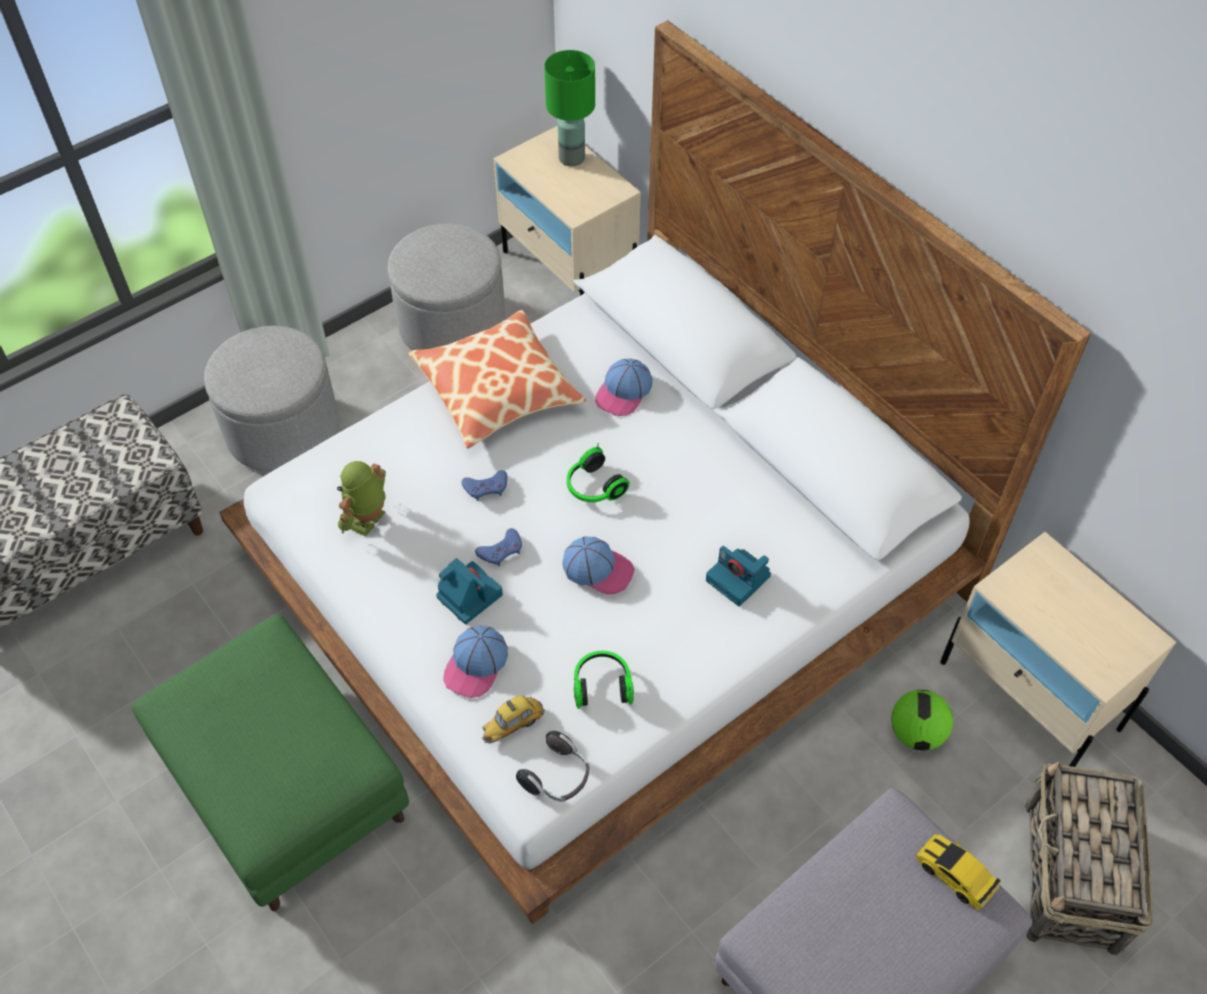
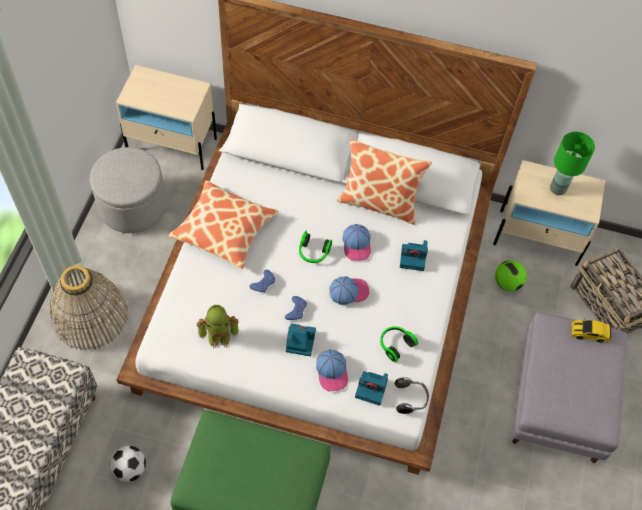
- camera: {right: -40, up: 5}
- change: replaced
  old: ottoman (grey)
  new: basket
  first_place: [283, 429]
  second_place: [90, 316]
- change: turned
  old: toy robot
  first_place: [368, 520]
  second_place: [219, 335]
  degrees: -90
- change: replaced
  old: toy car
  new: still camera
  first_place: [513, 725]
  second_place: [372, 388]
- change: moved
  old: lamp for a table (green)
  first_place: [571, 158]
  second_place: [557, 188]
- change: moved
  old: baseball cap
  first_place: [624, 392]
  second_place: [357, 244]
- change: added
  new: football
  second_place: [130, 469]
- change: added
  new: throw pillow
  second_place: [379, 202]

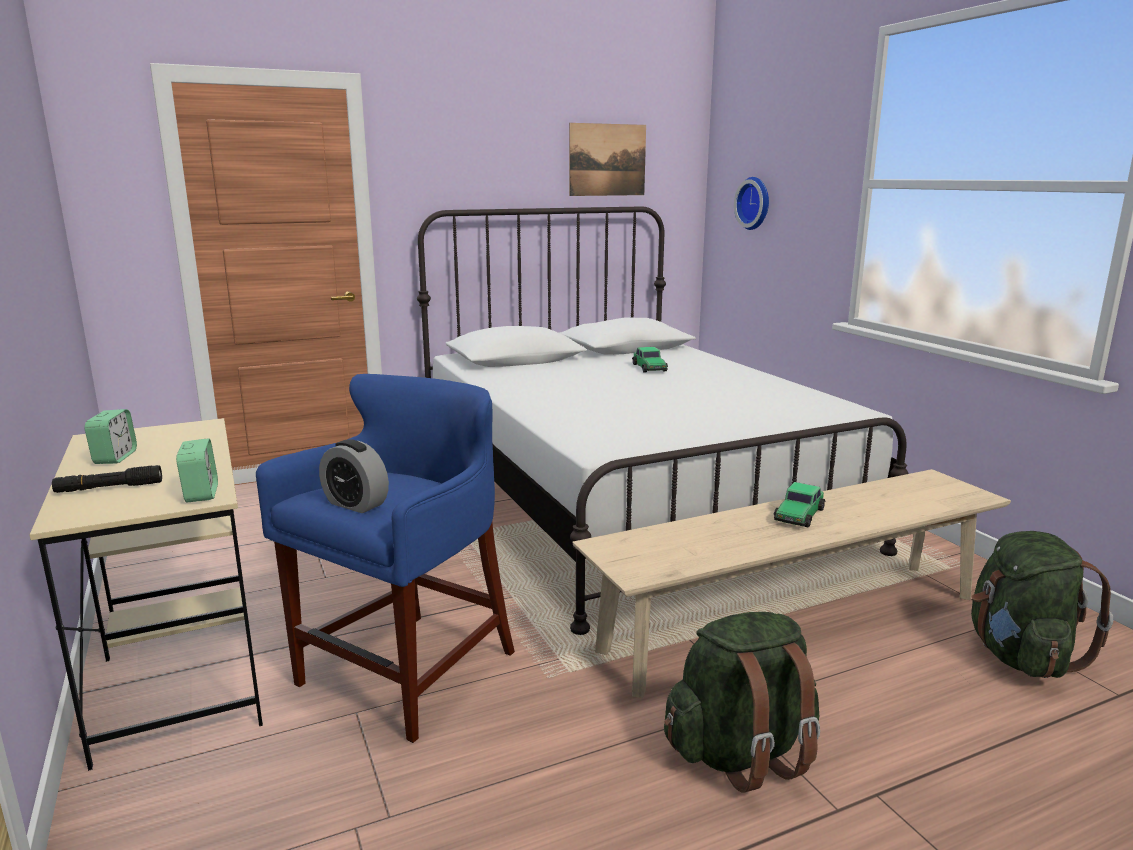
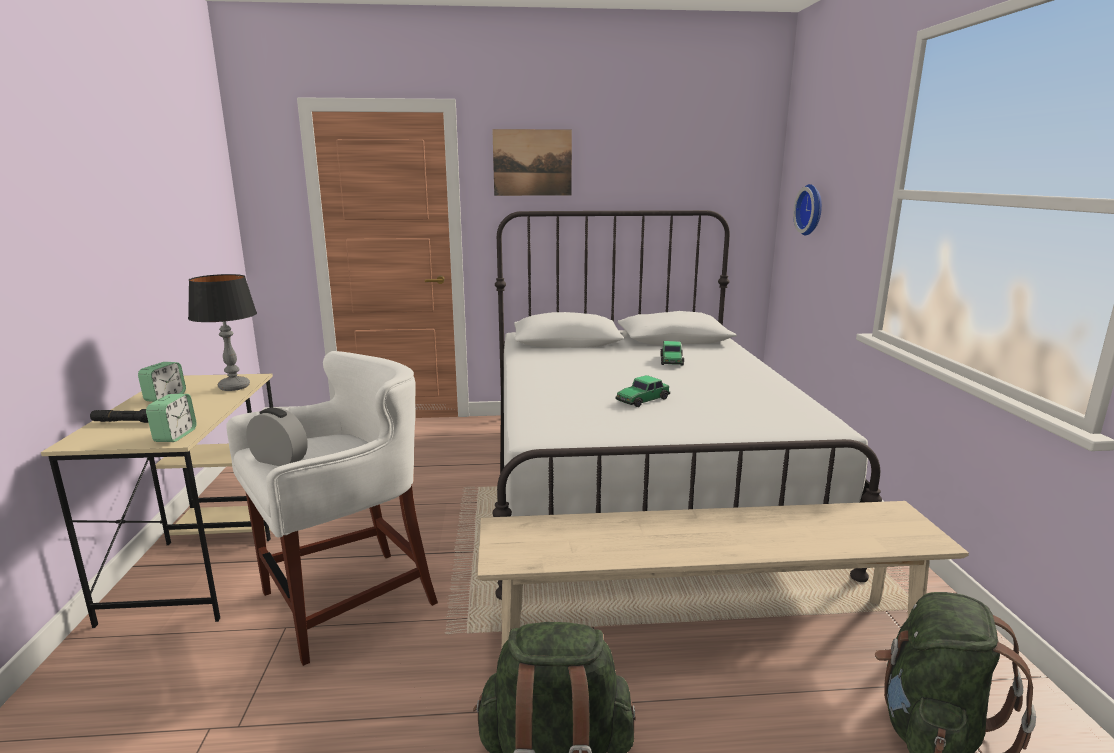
- camera: {right: 20, up: 0}
- change: recoloured
  old: stool (blue-coloured)
  new: stool (white-coloured)
  first_place: [408, 672]
  second_place: [346, 602]
- change: turned
  old: bedside clock
  first_place: [355, 504]
  second_place: [279, 460]
  degrees: 150
- change: moved
  old: picture
  first_place: [607, 160]
  second_place: [532, 162]
- change: moved
  old: toy car
  first_place: [799, 515]
  second_place: [642, 400]
- change: added
  new: lamp for a table
  second_place: [234, 387]

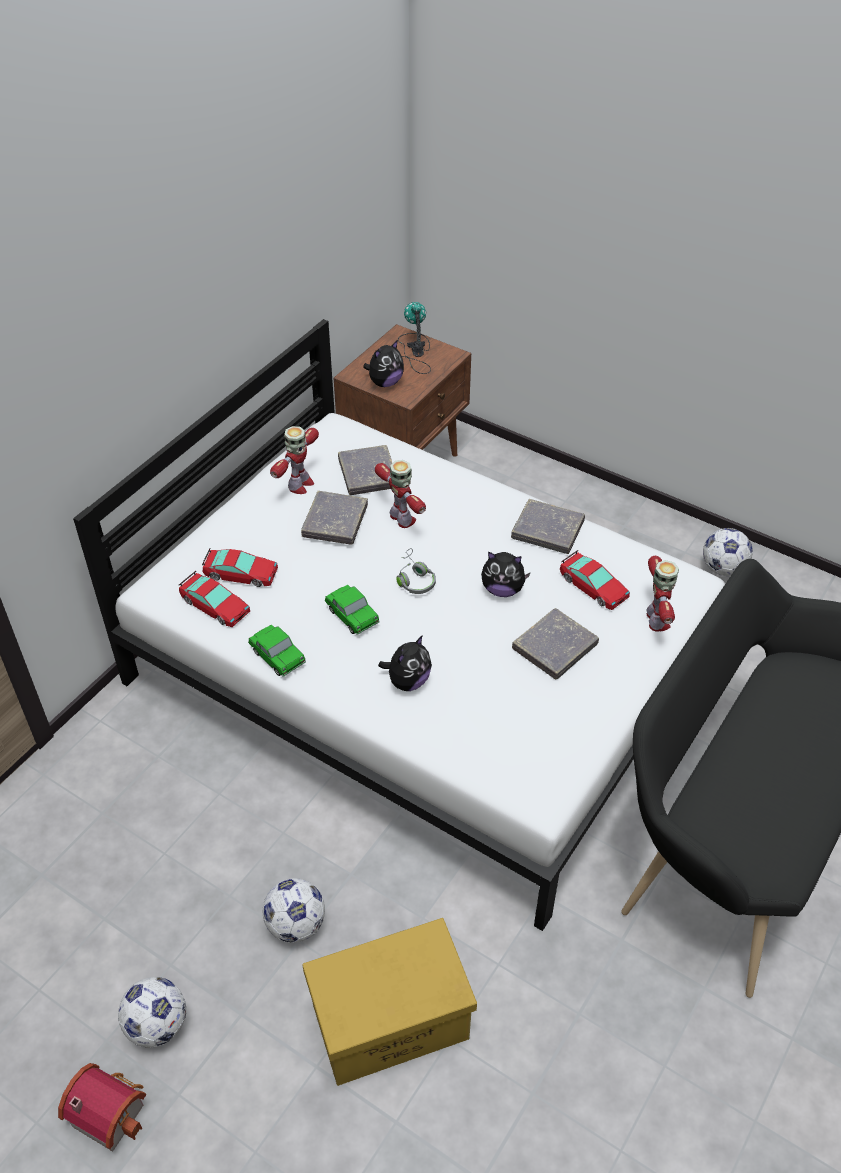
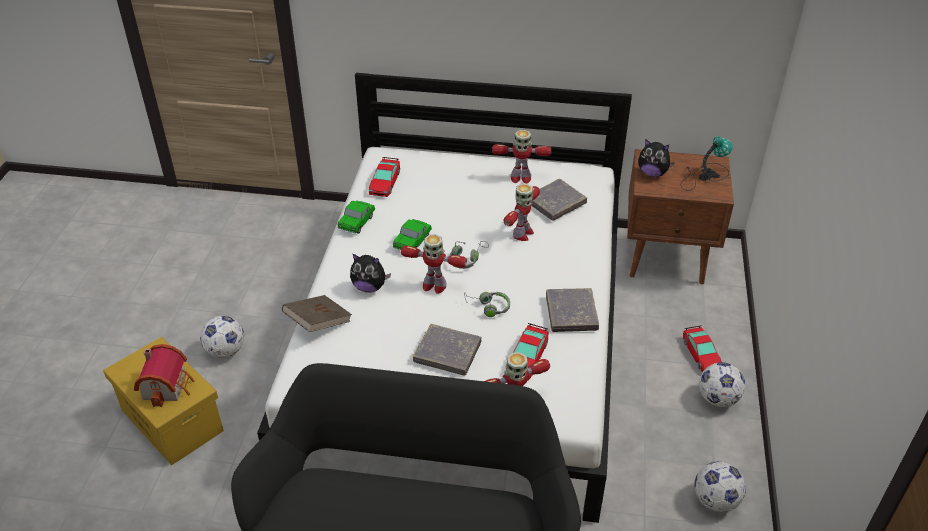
- camera: {right: 65, up: -5}
- change: moved
  old: toy house
  first_place: [109, 1110]
  second_place: [168, 386]
- change: moved
  old: football
  first_place: [157, 1026]
  second_place: [717, 399]
- change: moved
  old: toy car
  first_place: [240, 574]
  second_place: [701, 354]
- change: removed
  old: volume (grey)
  first_place: [335, 521]
- change: replaced
  old: plush toy
  new: headset (grey)
  first_place: [502, 589]
  second_place: [488, 307]
- change: added
  new: volume (brown-coloured)
  second_place: [318, 323]
- change: added
  new: toy robot
  second_place: [433, 285]

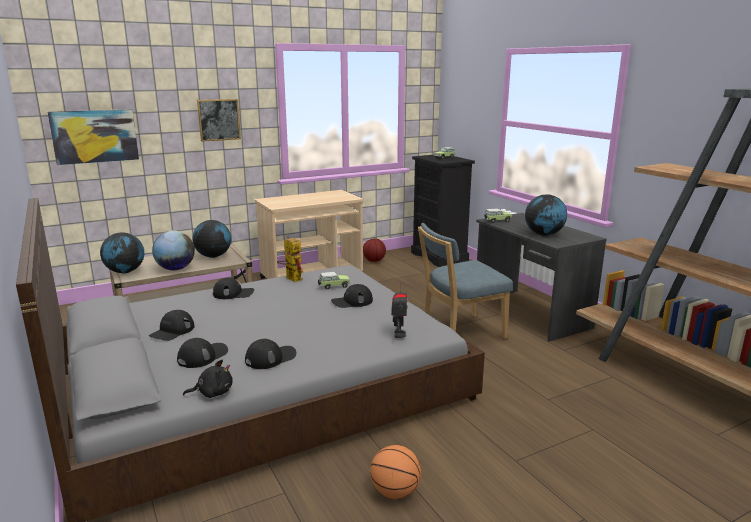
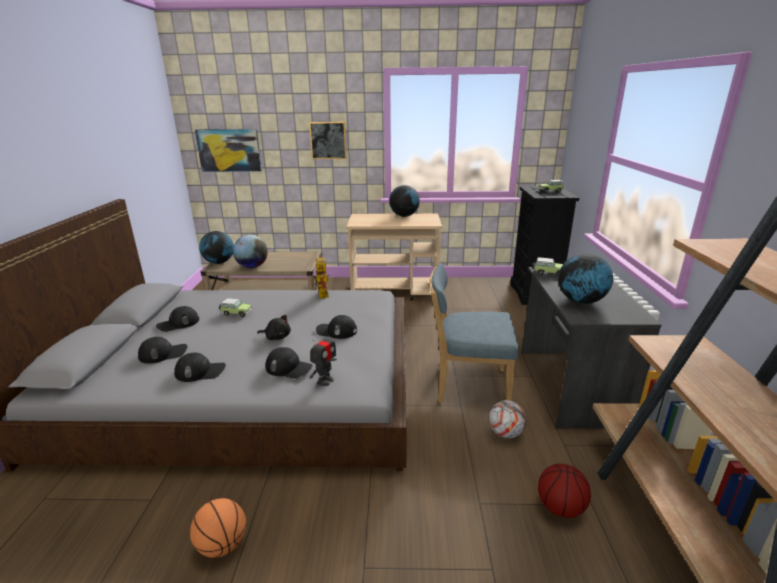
- camera: {right: 30, up: 5}
- change: moved
  old: plush toy (black)
  first_place: [213, 393]
  second_place: [277, 337]
- change: moved
  old: desk globe
  first_place: [213, 256]
  second_place: [404, 216]
- change: moved
  old: baseball cap (black)
  first_place: [233, 293]
  second_place: [289, 368]
- change: moved
  old: toy car
  first_place: [333, 286]
  second_place: [236, 313]
- change: moved
  old: ball for basketball
  first_place: [374, 261]
  second_place: [560, 508]
- change: added
  new: football
  second_place: [505, 433]

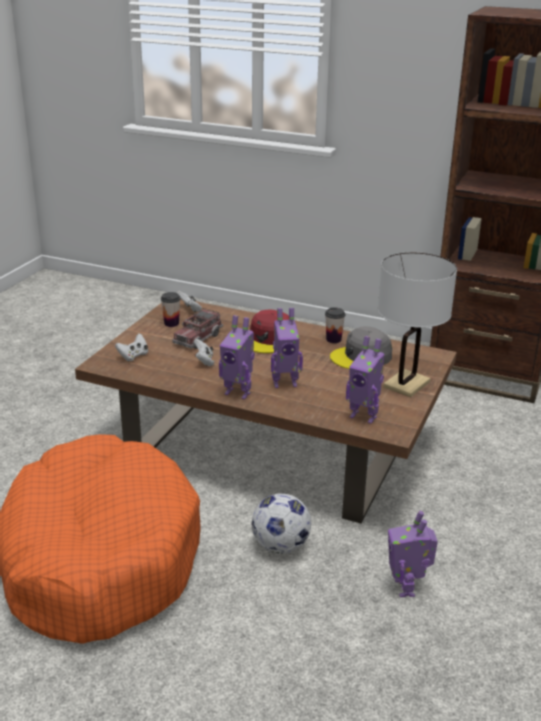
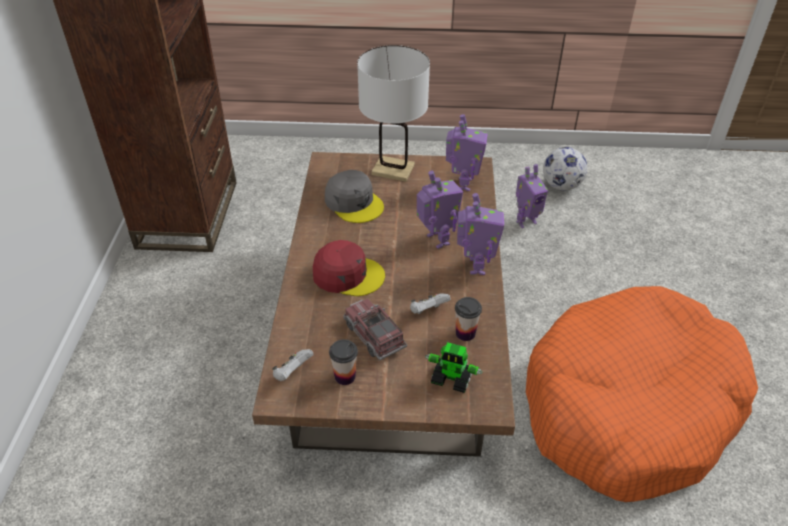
- camera: {right: -110, up: 15}
- change: replaced
  old: gamepad (white-coloured)
  new: toy robot
  first_place: [133, 356]
  second_place: [452, 379]
- change: turned
  old: toy truck
  first_place: [198, 338]
  second_place: [374, 336]
  degrees: -135
- change: moved
  old: football
  first_place: [280, 546]
  second_place: [561, 186]
- change: moved
  old: small cup
  first_place: [333, 339]
  second_place: [465, 333]

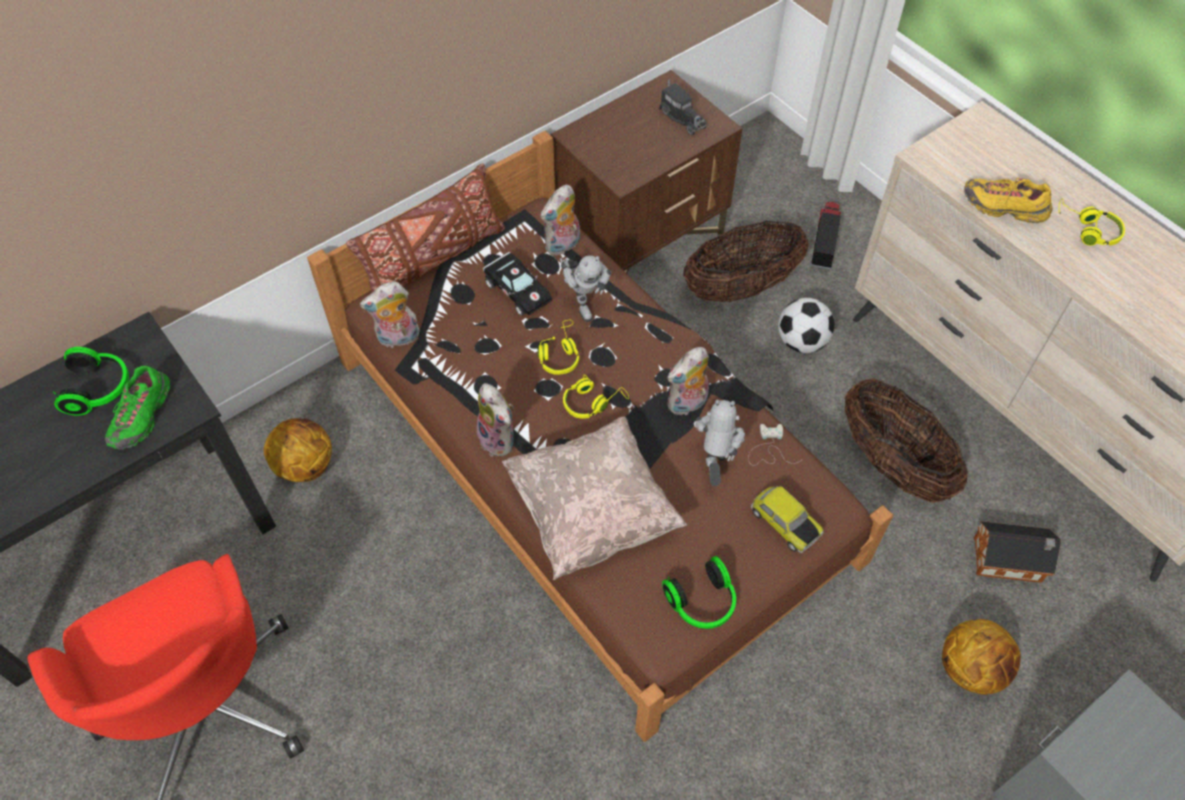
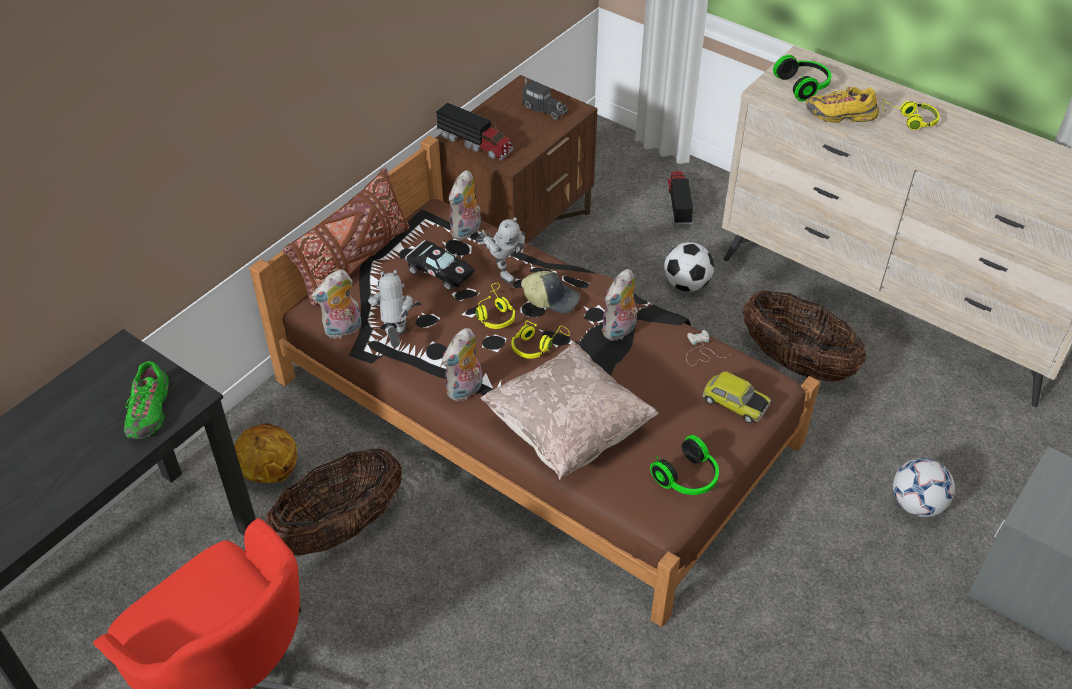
- camera: {right: -15, up: -10}
- change: moved
  old: headset
  first_place: [100, 389]
  second_place: [804, 86]
- change: turned
  old: plush toy
  first_place: [500, 439]
  second_place: [465, 390]
  degrees: 90
- change: moved
  old: basket
  first_place: [741, 287]
  second_place: [341, 528]
- change: moved
  old: toy robot
  first_place: [714, 464]
  second_place: [396, 338]
- change: replaced
  old: ball for basketball
  new: football
  first_place: [971, 669]
  second_place: [916, 504]
- change: removed
  old: toy house
  first_place: [1010, 560]
- change: added
  new: toy truck
  second_place: [475, 143]
- change: added
  new: baseball cap
  second_place: [551, 298]

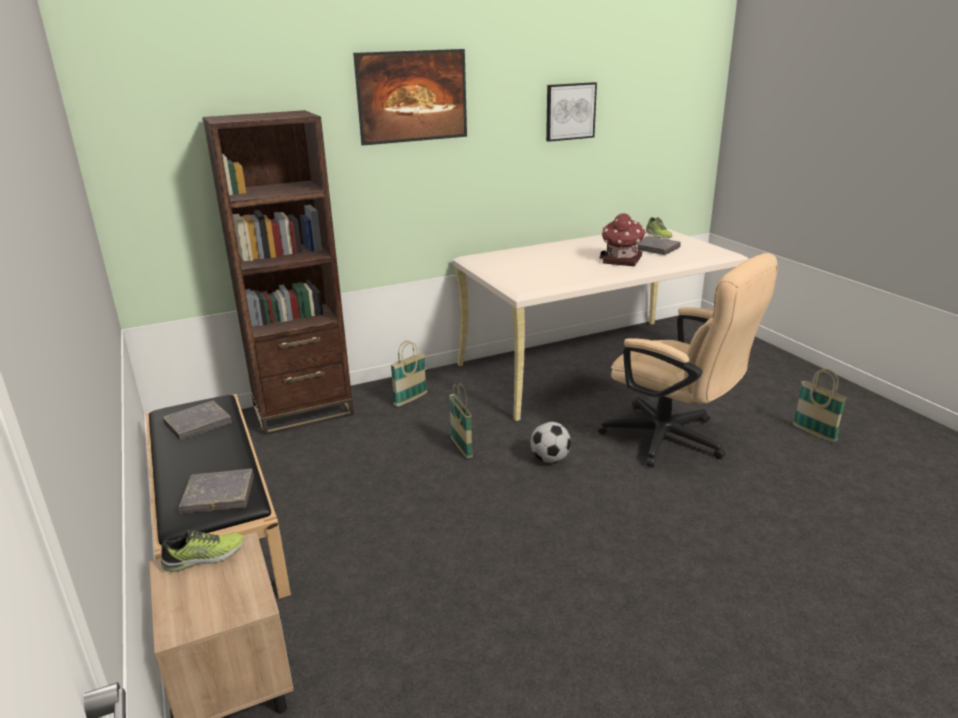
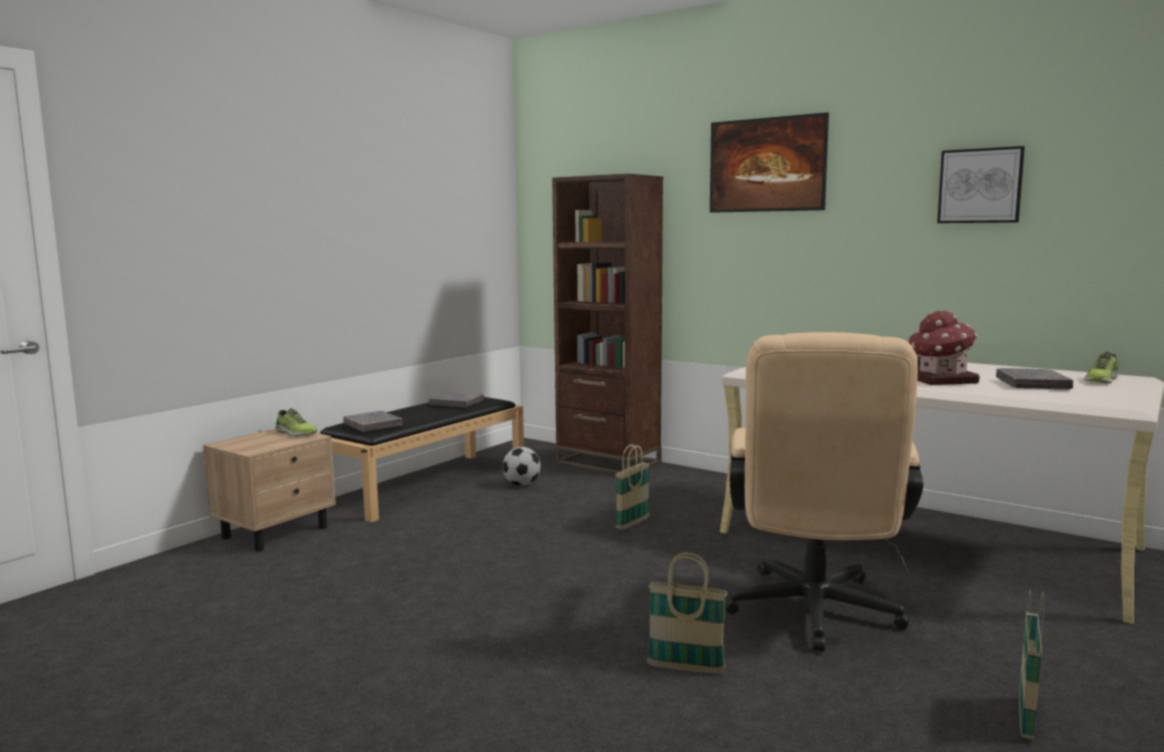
- camera: {right: 60, up: -15}
- change: moved
  old: basket
  first_place: [410, 399]
  second_place: [685, 668]
- change: moved
  old: football
  first_place: [550, 459]
  second_place: [522, 484]

